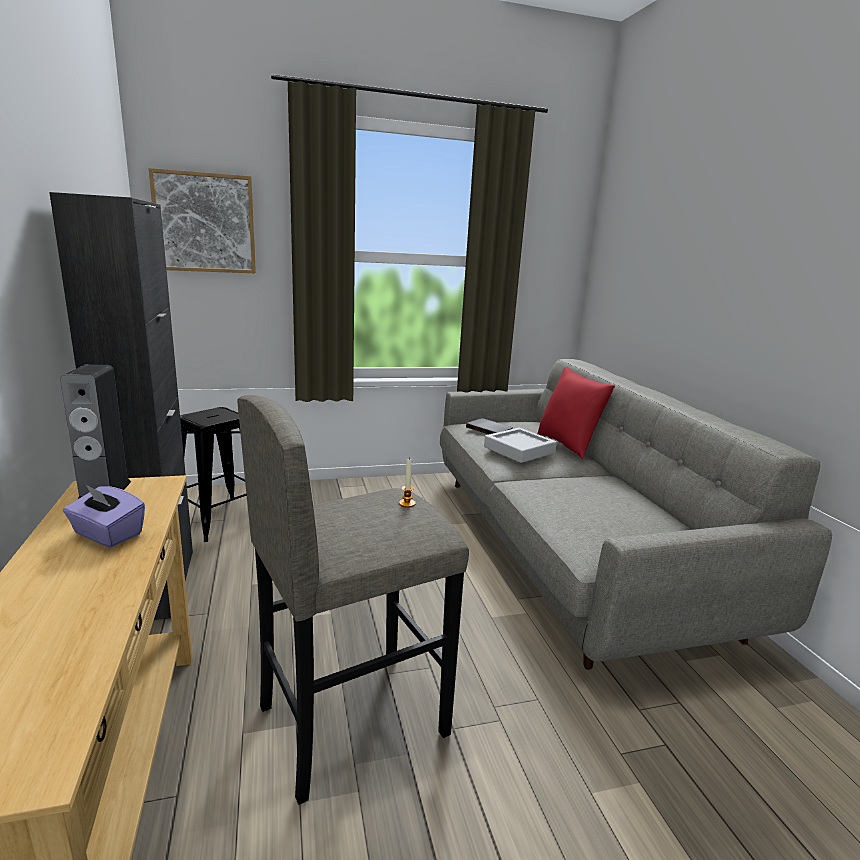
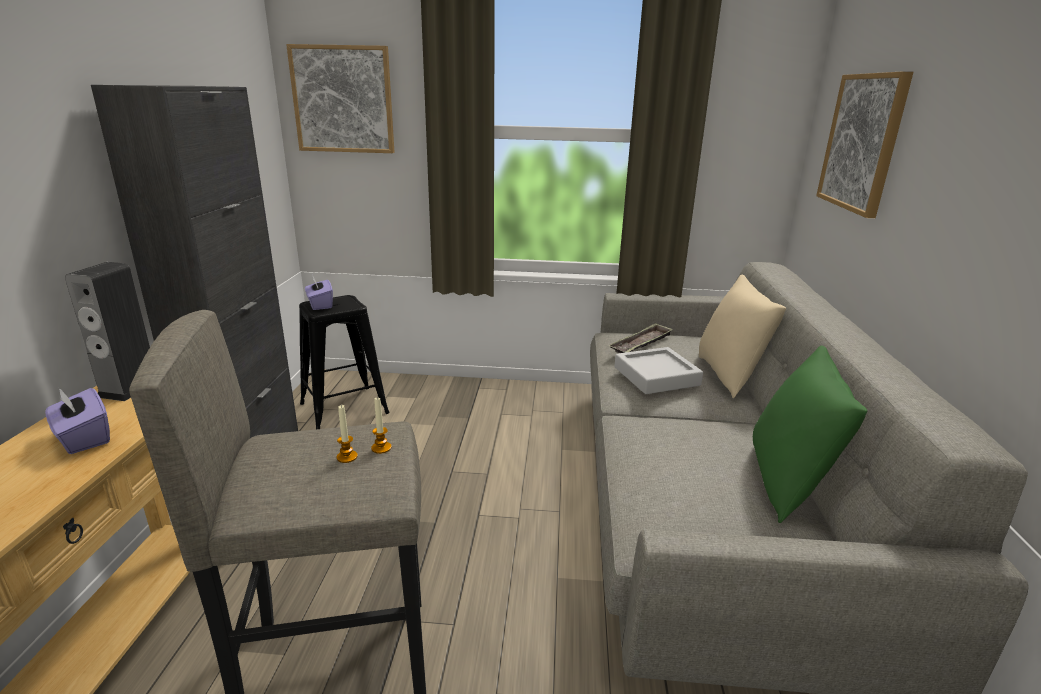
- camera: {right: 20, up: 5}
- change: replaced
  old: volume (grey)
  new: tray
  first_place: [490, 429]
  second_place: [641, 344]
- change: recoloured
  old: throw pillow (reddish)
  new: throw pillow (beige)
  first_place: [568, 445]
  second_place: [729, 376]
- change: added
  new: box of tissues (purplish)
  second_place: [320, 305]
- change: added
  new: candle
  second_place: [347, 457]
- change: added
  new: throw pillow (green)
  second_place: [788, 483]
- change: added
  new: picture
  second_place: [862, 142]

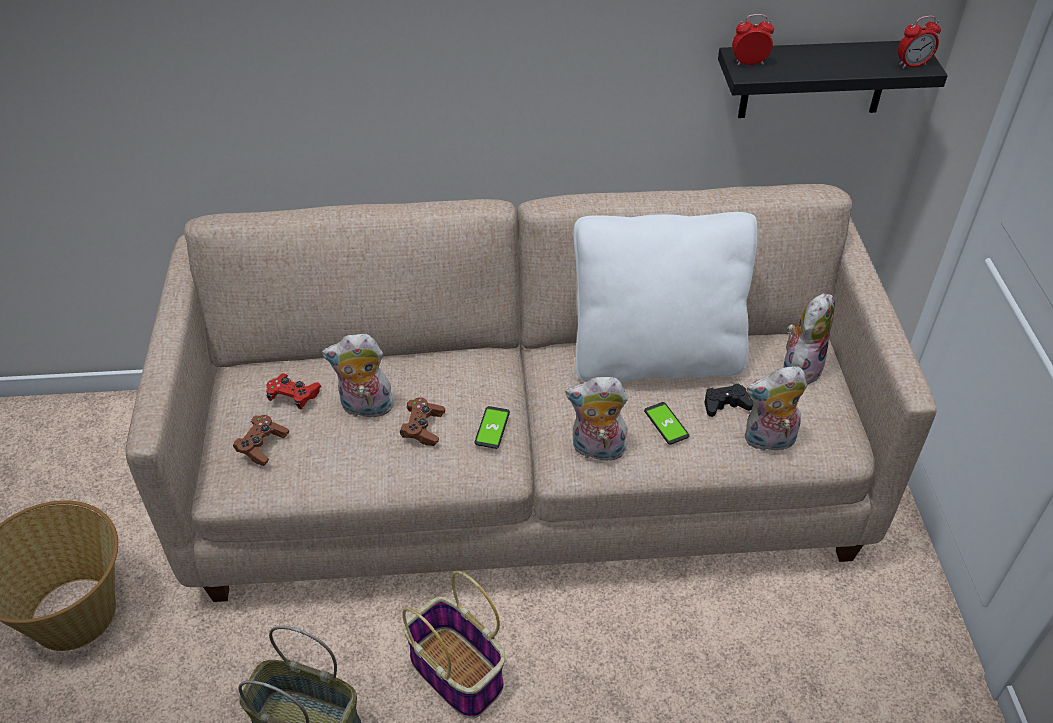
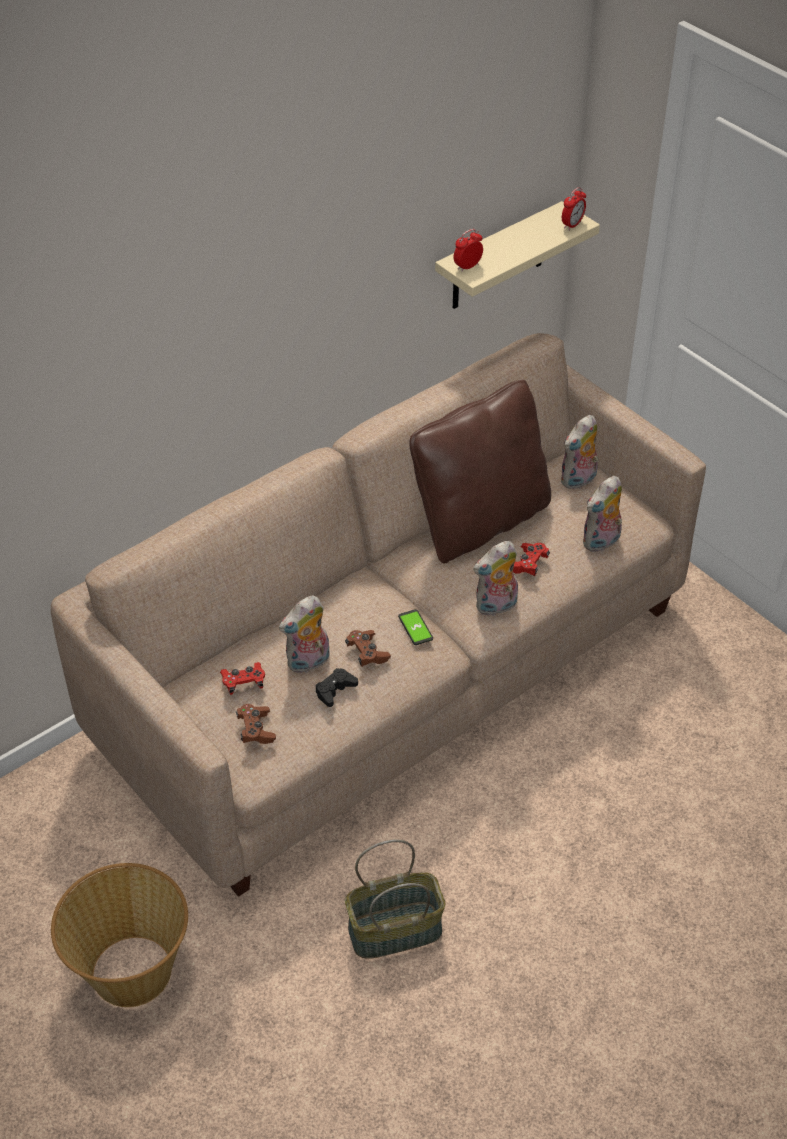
- camera: {right: -35, up: 0}
- change: removed
  old: basket
  first_place: [458, 673]
- change: recoloured
  old: throw pillow (white-coloured)
  new: throw pillow (brown-coloured)
  first_place: [656, 358]
  second_place: [480, 522]
- change: replaced
  old: phone
  new: gamepad (reddish)
  first_place: [666, 424]
  second_place: [528, 564]
- change: moved
  old: gamepad (black)
  first_place: [725, 404]
  second_place: [335, 690]
- change: recoloured
  old: wall shelf (black)
  new: wall shelf (beige)
  first_place: [814, 79]
  second_place: [498, 258]
- change: turned
  old: plush toy
  first_place: [800, 367]
  second_place: [578, 481]
  degrees: -135

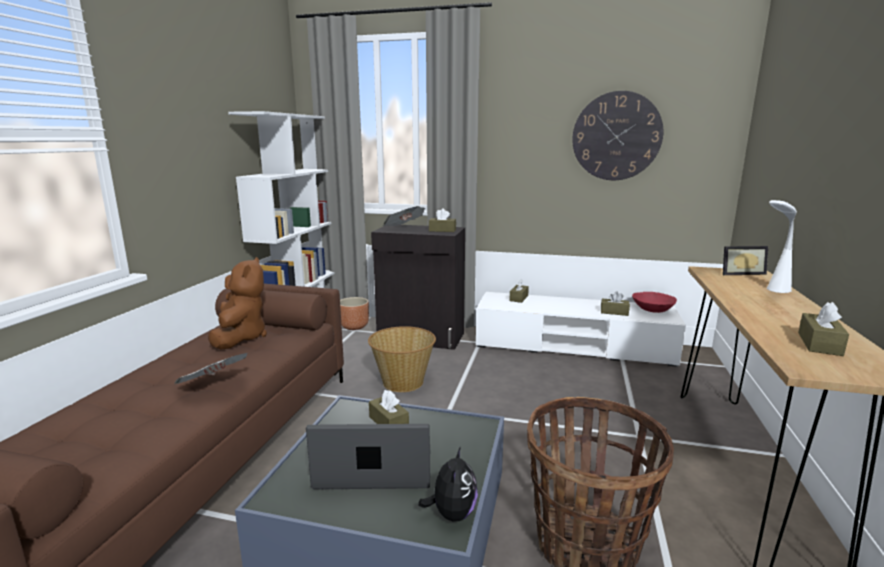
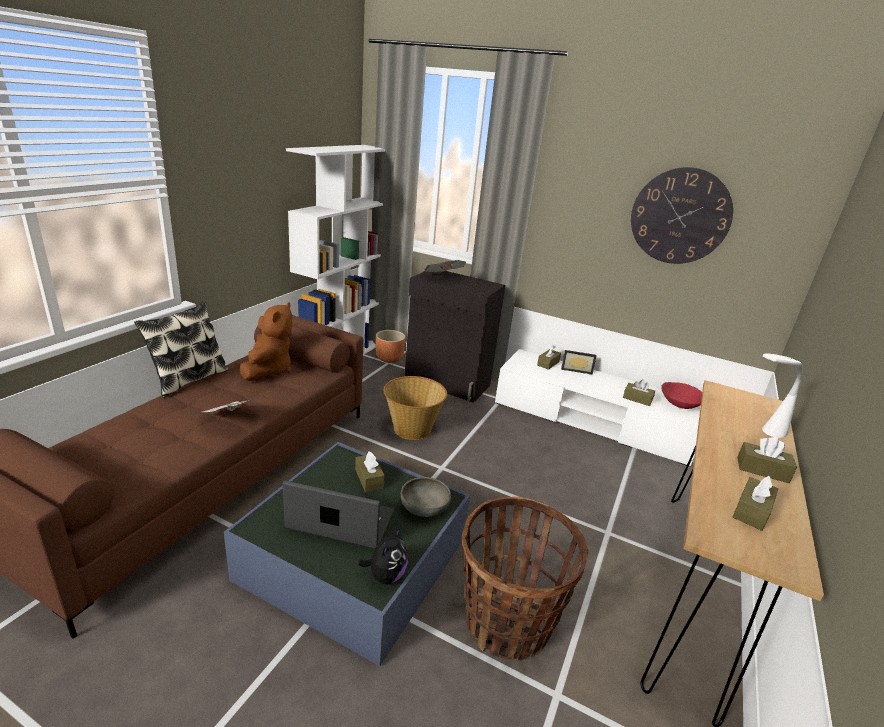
- camera: {right: 10, up: 10}
- change: moved
  old: box of tissues (brown-coloured)
  first_place: [442, 230]
  second_place: [762, 470]
- change: moved
  old: picture frame
  first_place: [740, 273]
  second_place: [576, 369]
- change: added
  new: throw pillow
  second_place: [189, 379]
- change: added
  new: serving bowl (grey)
  second_place: [424, 508]

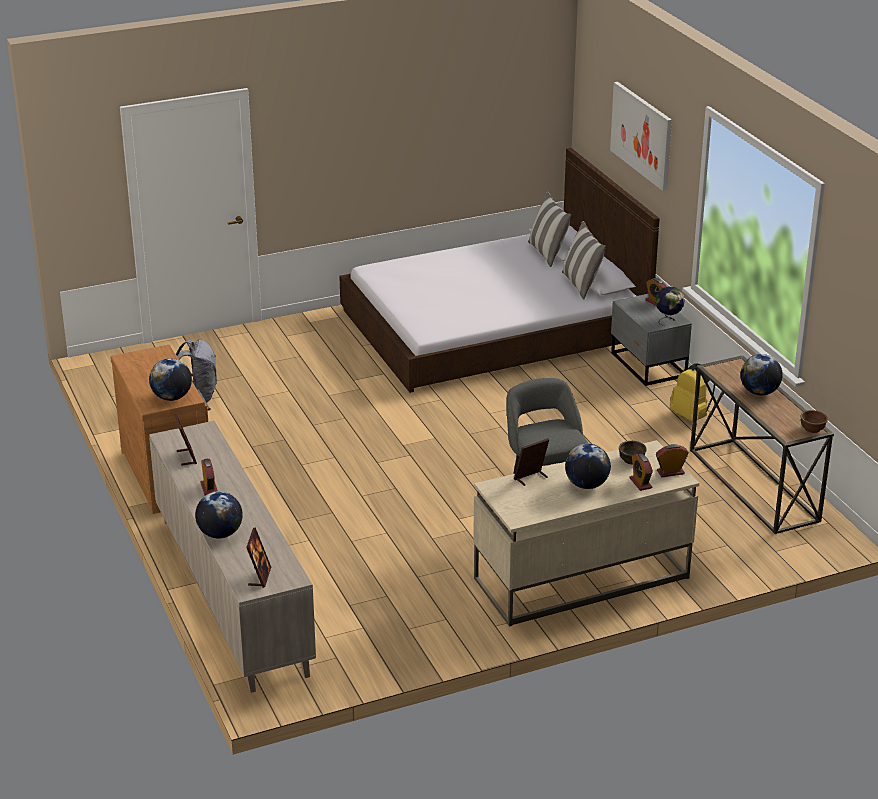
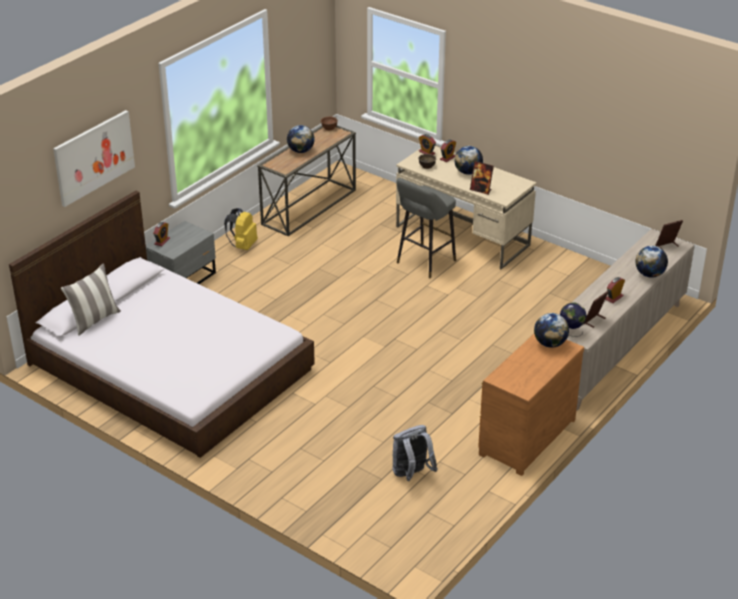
- camera: {right: -120, up: 5}
- change: removed
  old: throw pillow
  first_place: [582, 285]
- change: moved
  old: desk globe
  first_place: [668, 320]
  second_place: [571, 332]

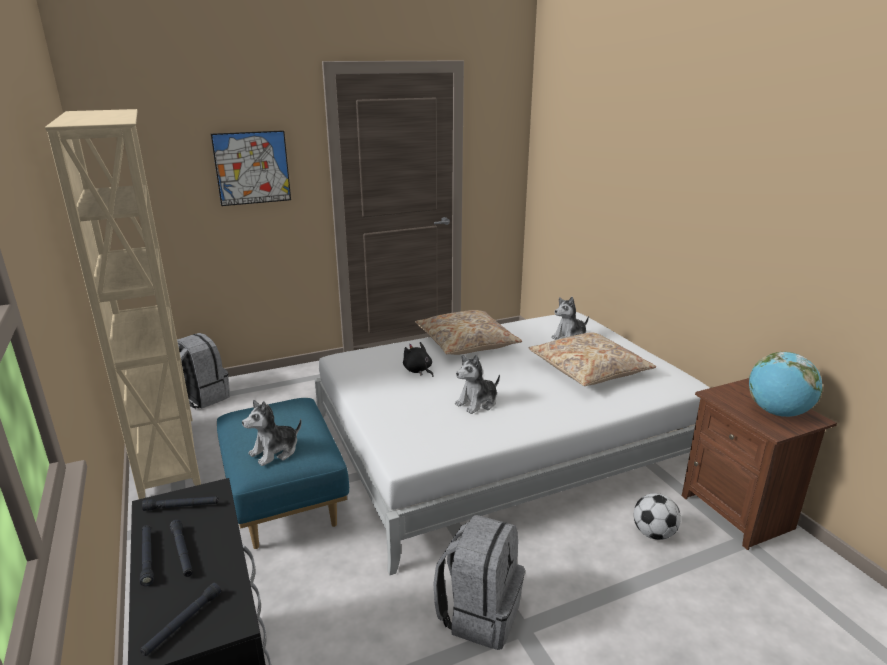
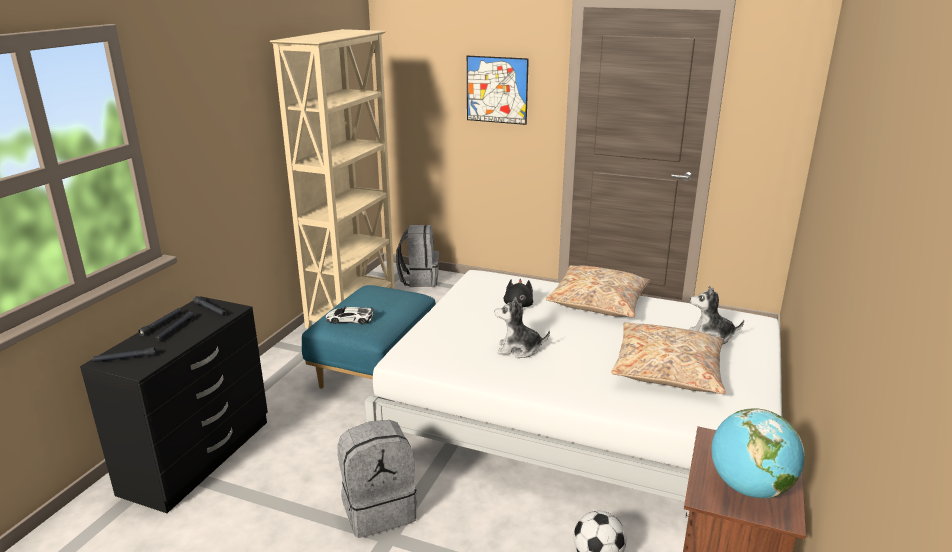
- camera: {right: 45, up: 0}
- change: replaced
  old: plush toy
  new: toy car
  first_place: [275, 452]
  second_place: [350, 319]

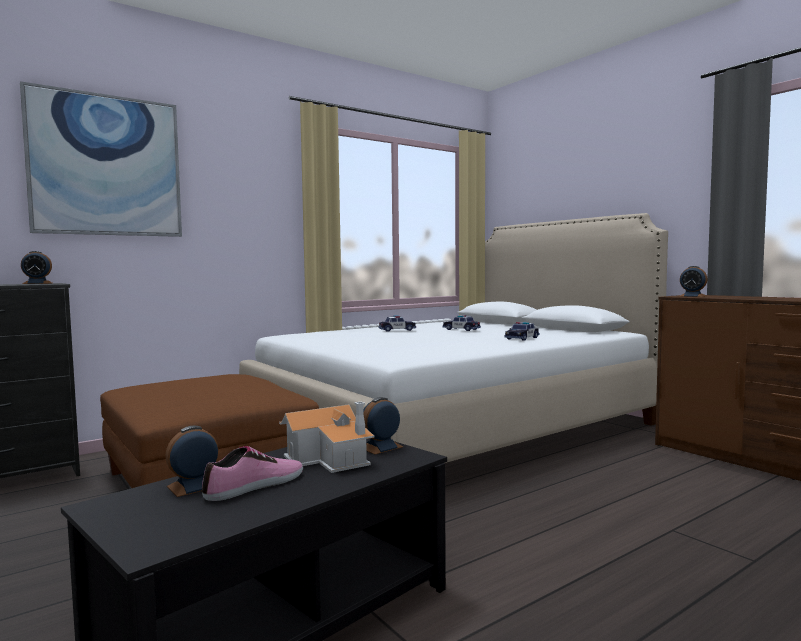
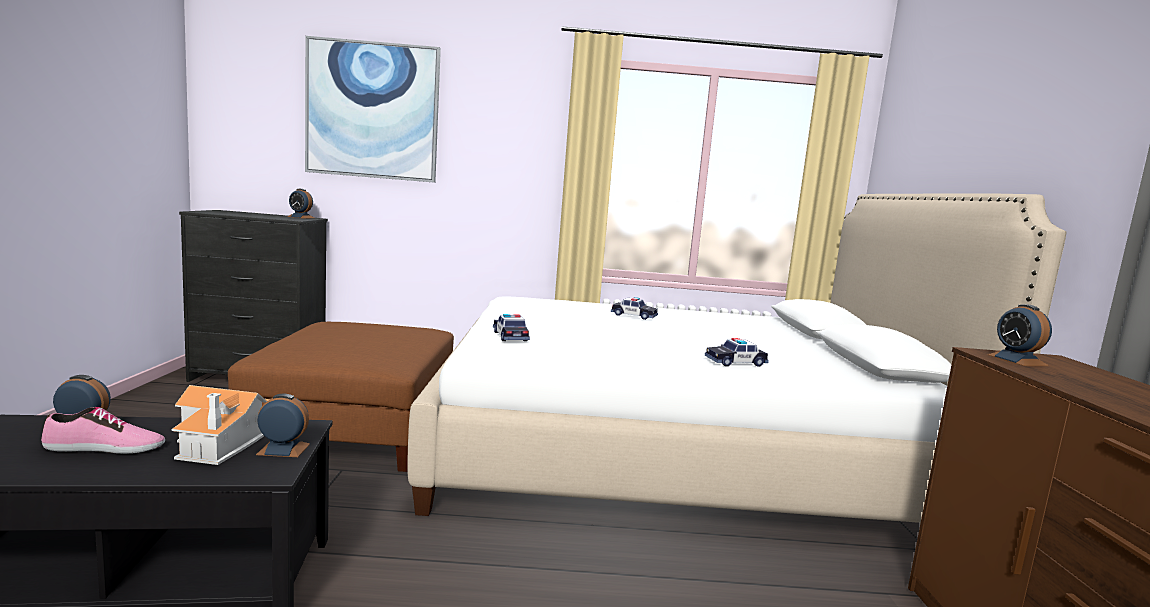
- camera: {right: 35, up: 5}
- change: moved
  old: toy car
  first_place: [461, 329]
  second_place: [510, 336]

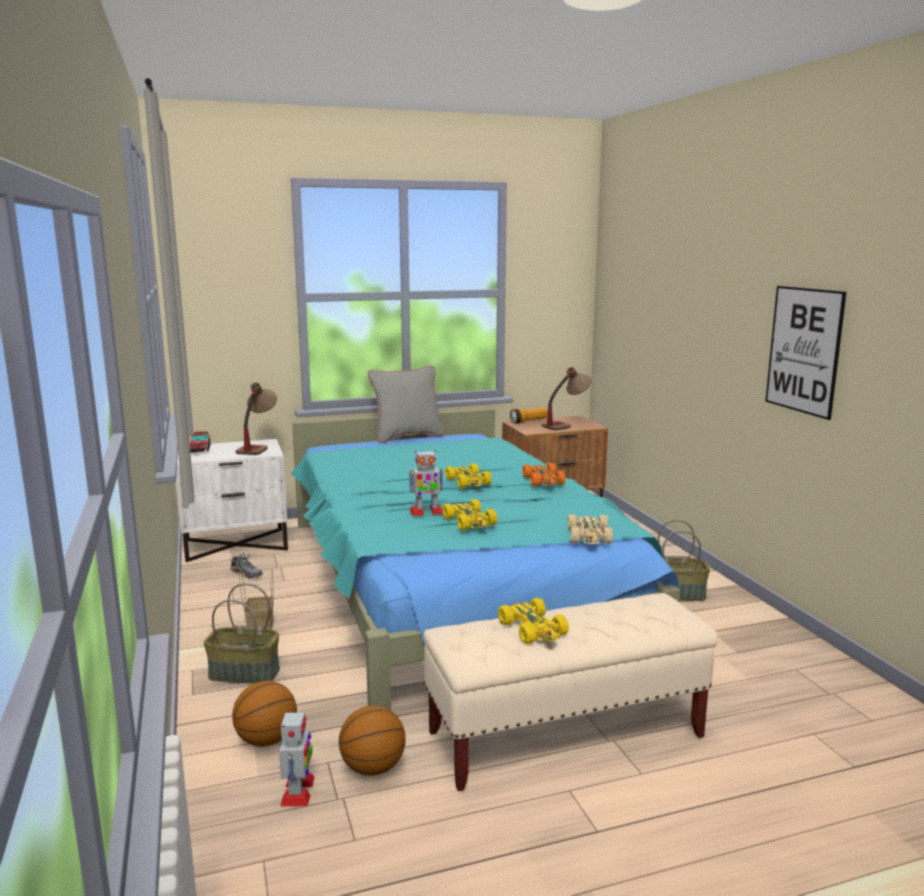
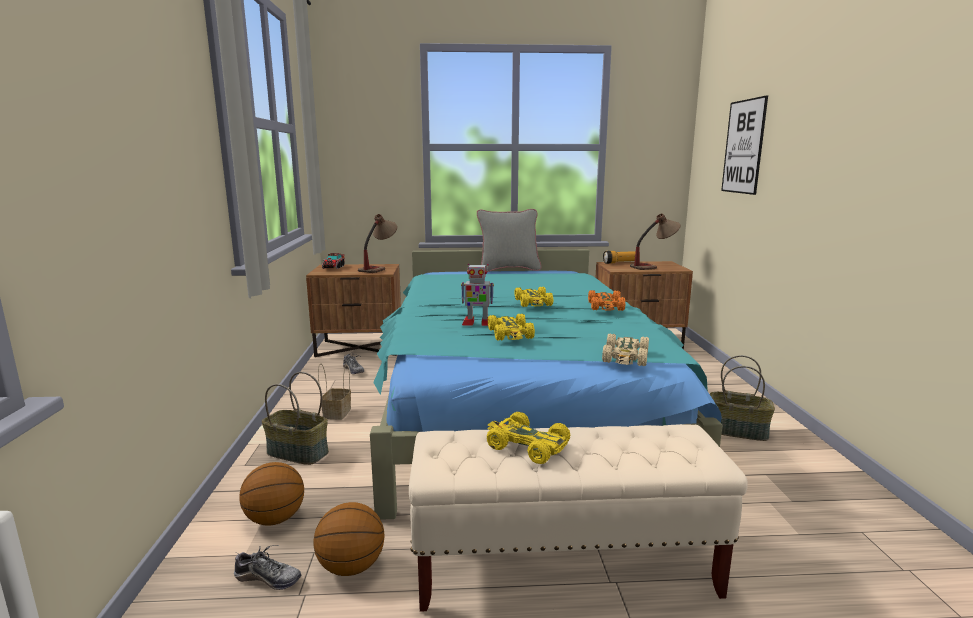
- camera: {right: 15, up: 0}
- change: recoloured
  old: nightstand (white-coloured)
  new: nightstand (brown-coloured)
  first_place: [236, 544]
  second_place: [360, 347]
- change: replaced
  old: toy robot
  new: shoe
  first_place: [298, 791]
  second_place: [268, 579]
- change: turned
  old: toy car (yellow-coloured)
  first_place: [533, 629]
  second_place: [526, 446]
  degrees: 135
- change: moved
  old: picture
  first_place: [804, 350]
  second_place: [743, 147]

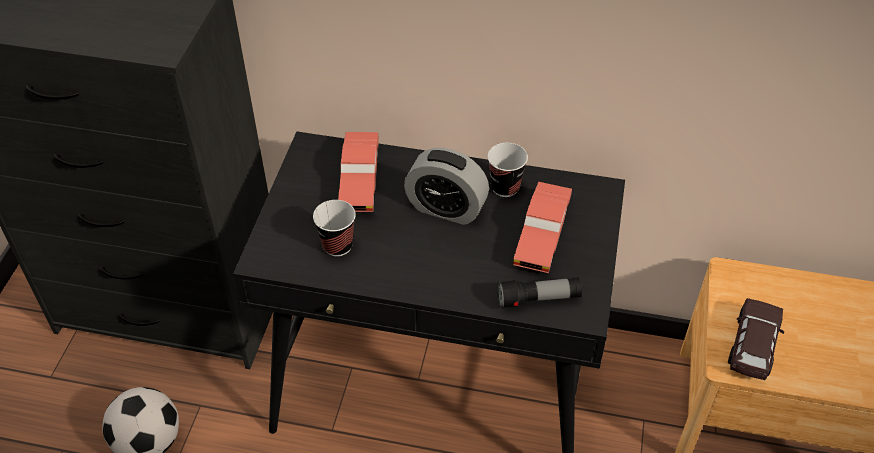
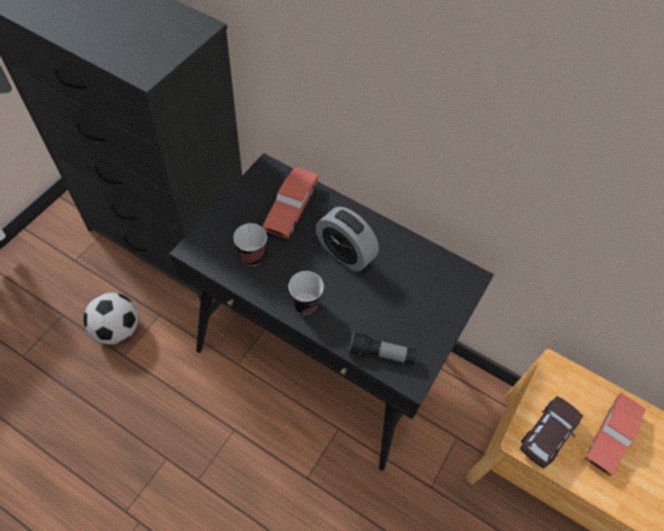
- camera: {right: 15, up: 10}
- change: moved
  old: small cup
  first_place: [505, 187]
  second_place: [305, 304]
- change: moved
  old: toy car (reddish)
  first_place: [541, 235]
  second_place: [610, 436]

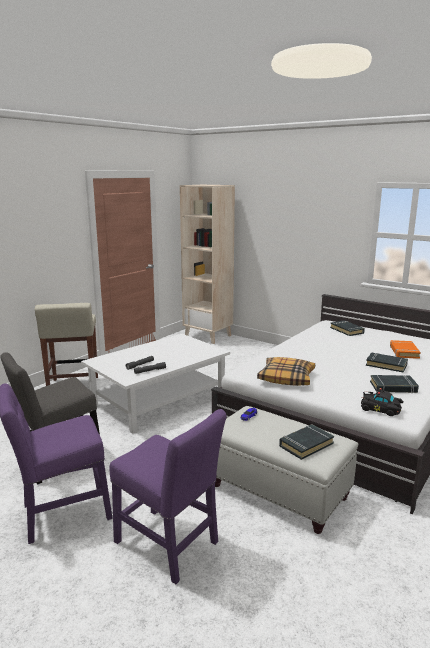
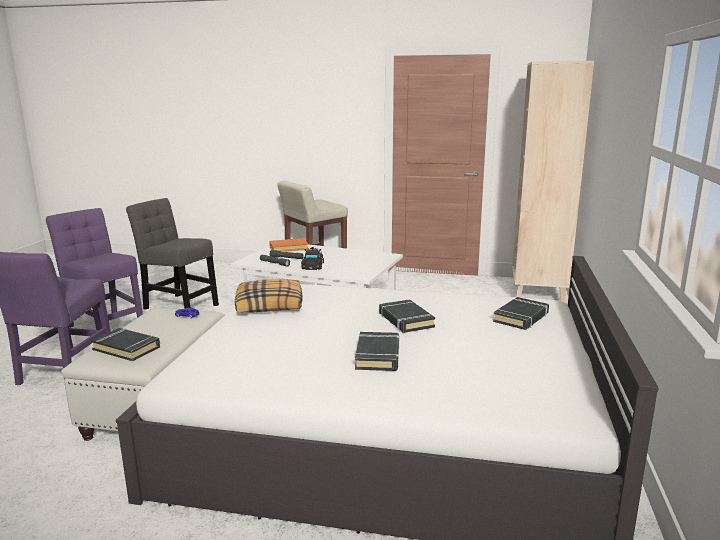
- camera: {right: 65, up: 0}
- change: moved
  old: toy car (black)
  first_place: [381, 409]
  second_place: [312, 266]
- change: moved
  old: volume (black)
  first_place: [393, 387]
  second_place: [405, 320]
- change: moved
  old: volume (orangey)
  first_place: [404, 352]
  second_place: [288, 248]

